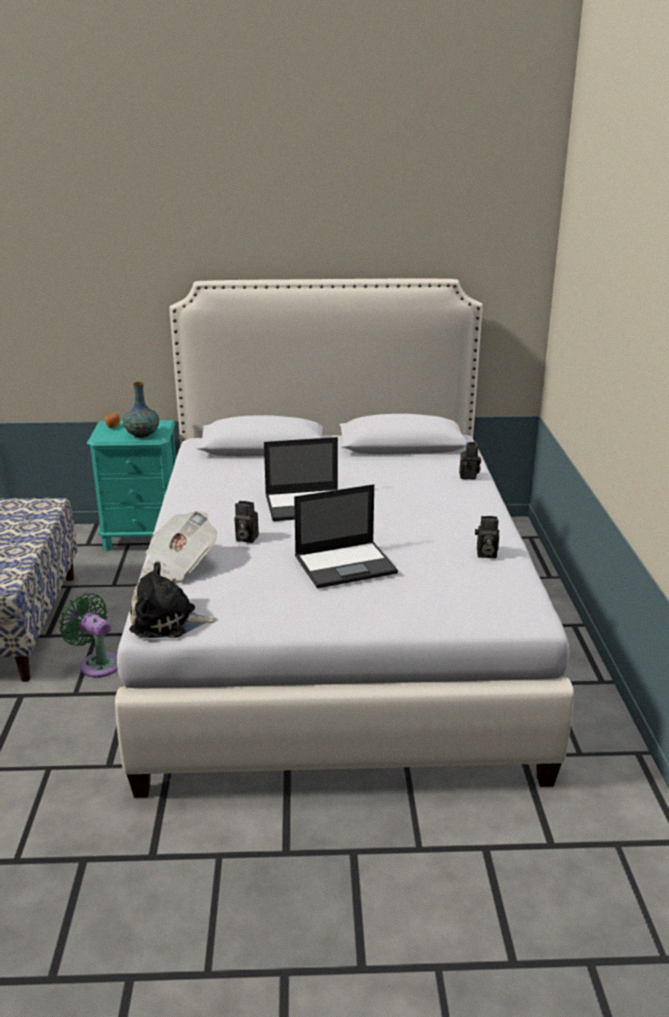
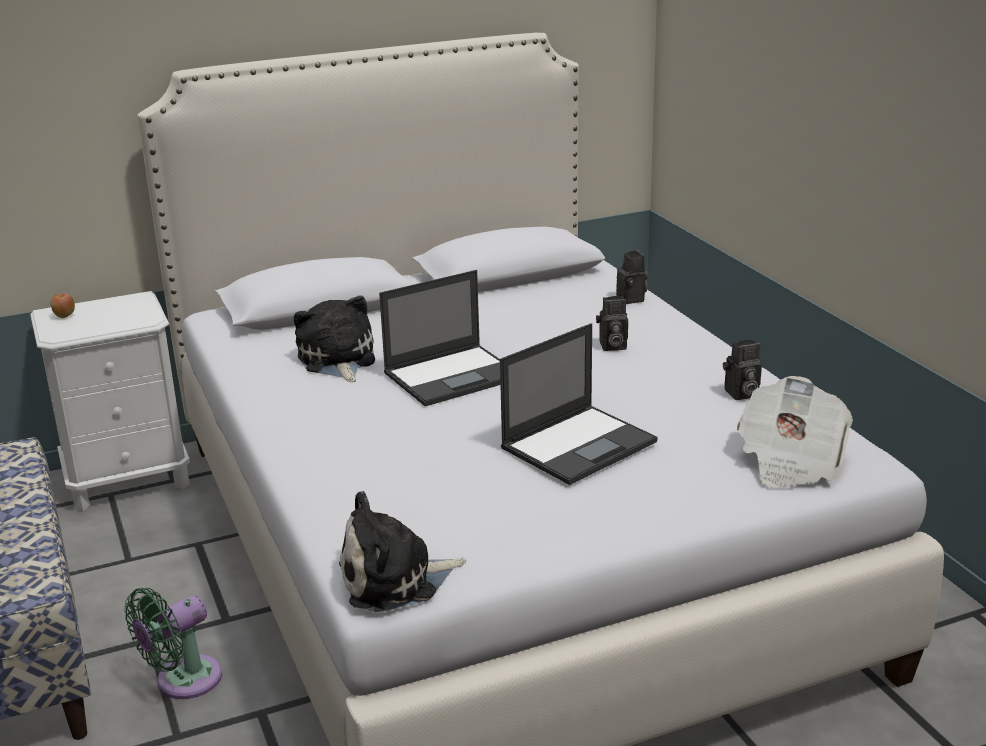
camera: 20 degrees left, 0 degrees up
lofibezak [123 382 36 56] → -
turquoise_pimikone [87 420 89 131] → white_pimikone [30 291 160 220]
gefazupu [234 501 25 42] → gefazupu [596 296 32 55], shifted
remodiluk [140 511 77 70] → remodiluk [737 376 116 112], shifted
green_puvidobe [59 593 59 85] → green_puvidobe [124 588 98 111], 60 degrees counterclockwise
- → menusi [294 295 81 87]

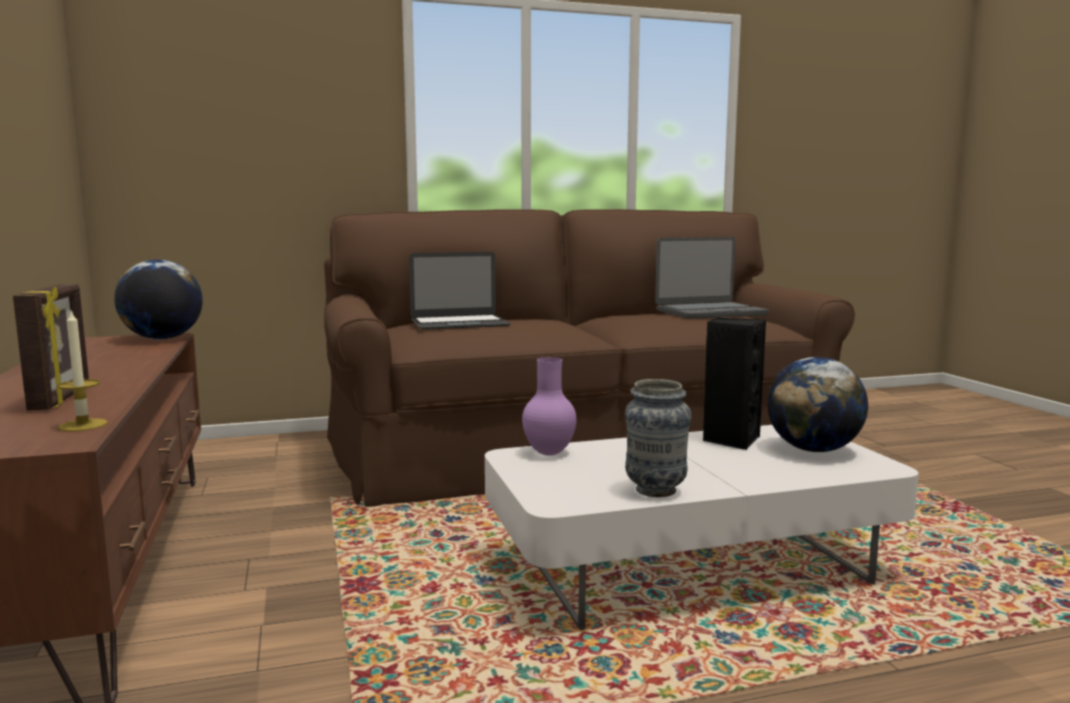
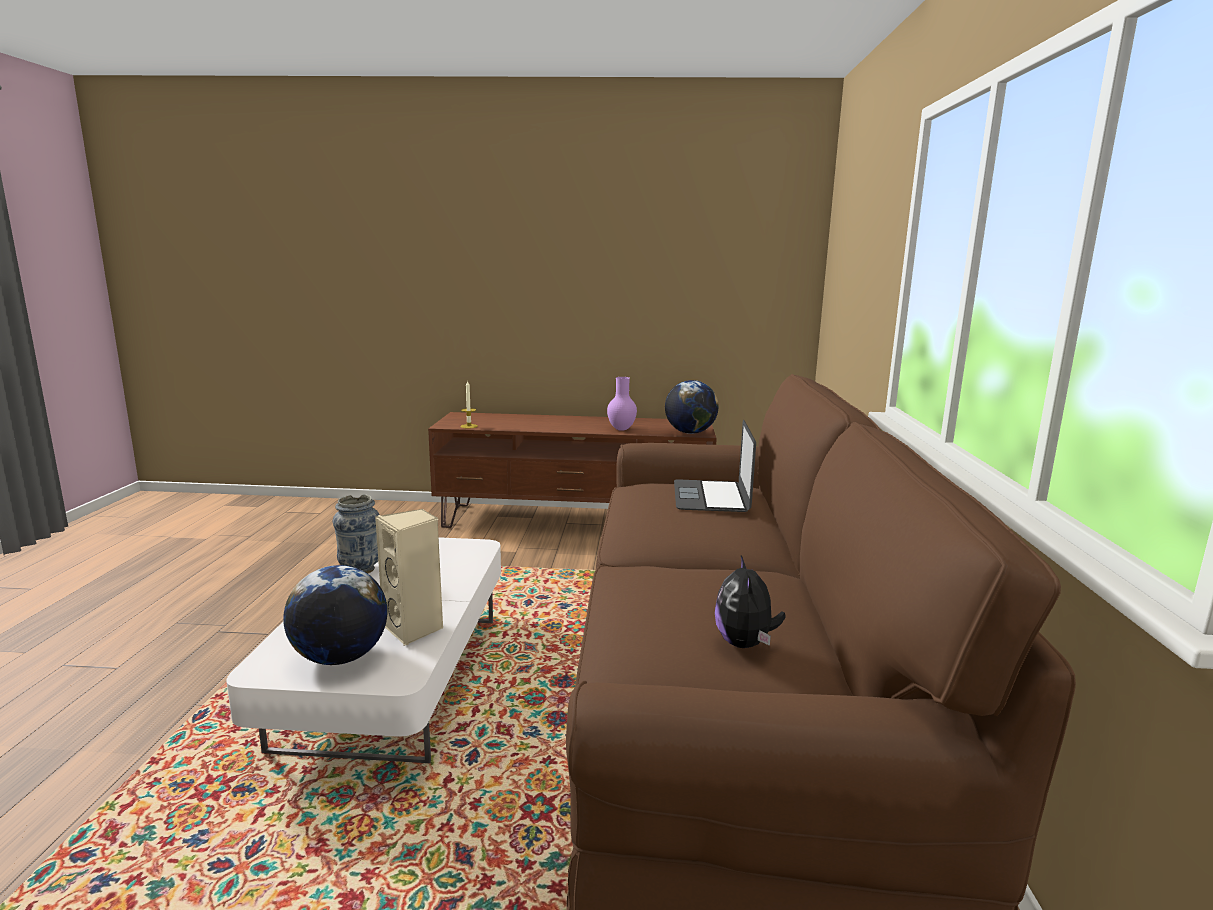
camera: 110 degrees right, 5 degrees up
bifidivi [655 237 114 82] → menusi [715 556 71 92]
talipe [13 284 76 127] → -
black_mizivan [703 318 63 132] → beige_mizivan [375 509 69 137]
purple_lofibezak [522 357 55 99] → purple_lofibezak [607 377 30 54], shifted

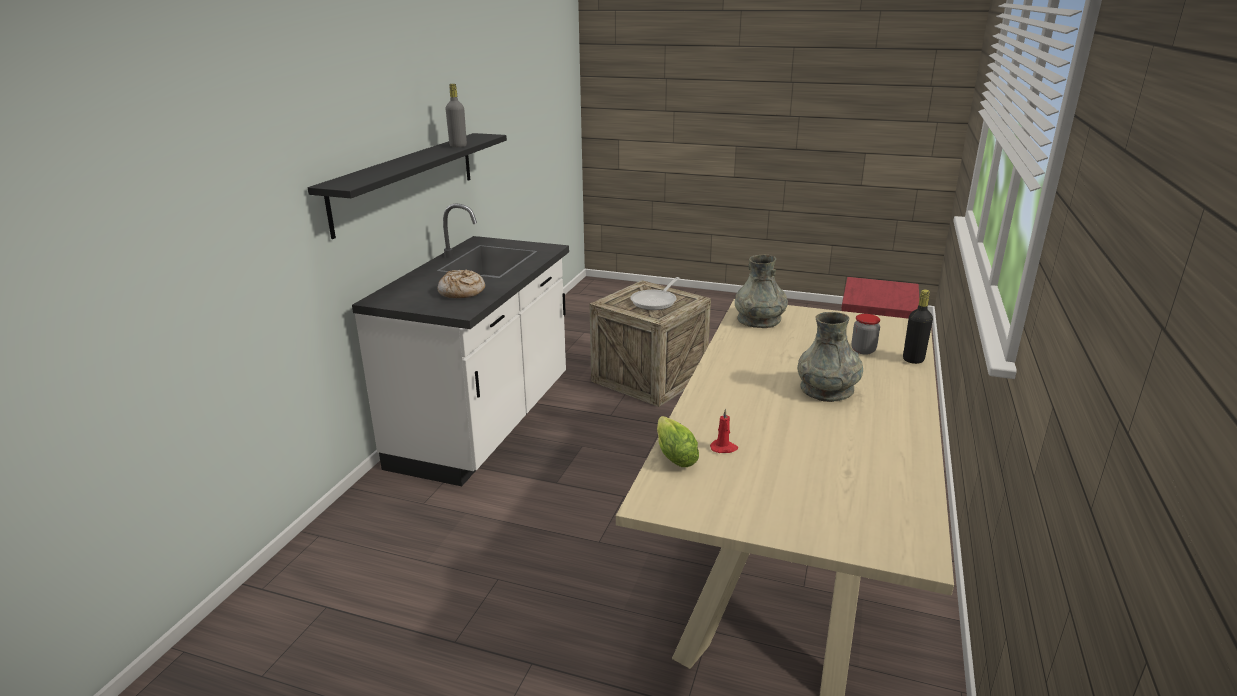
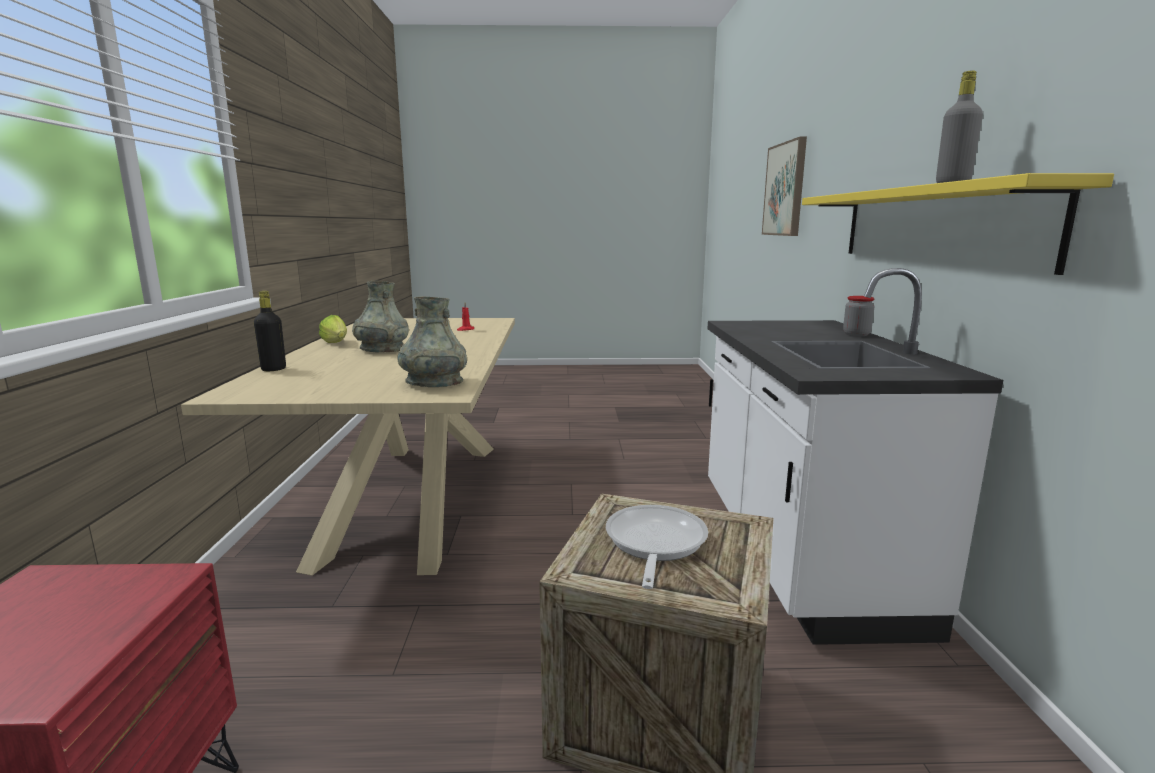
camera: 160 degrees right, 10 degrees down
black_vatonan [308 133 199 106] → yellow_vatonan [802 173 312 102]
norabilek [437 269 48 29] → -
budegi [851 314 29 40] → budegi [843 296 32 40], shifted
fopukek [657 416 42 51] → fopukek [319 315 28 28], shifted
- → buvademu [762 137 45 99]

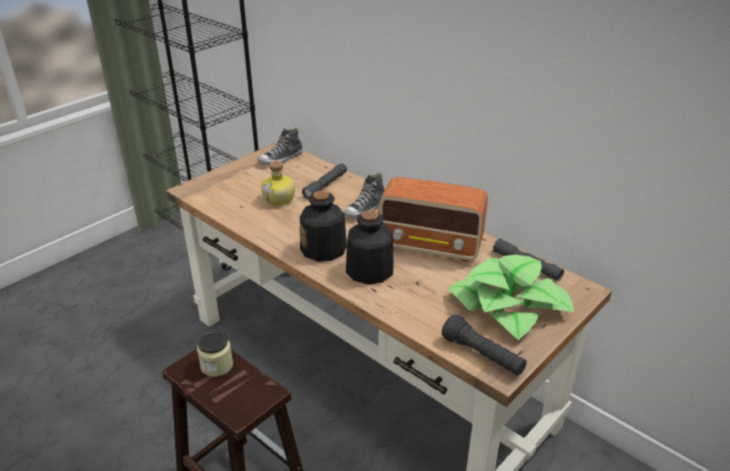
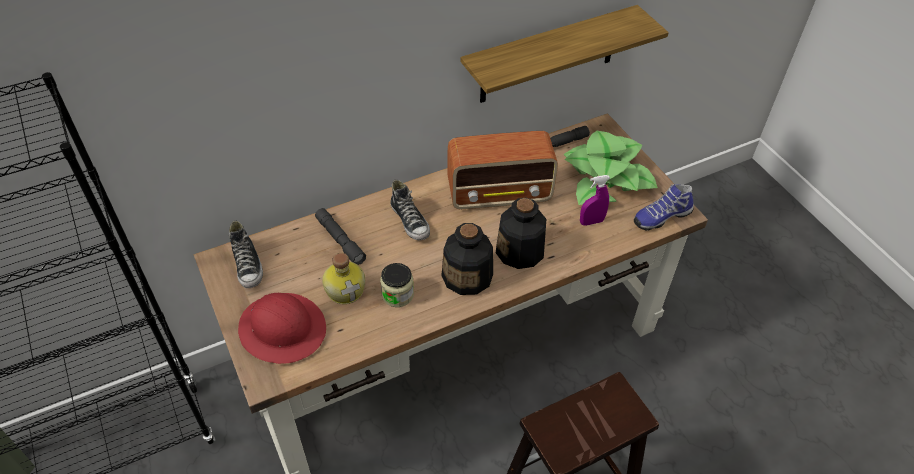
camera: 70 degrees left, 15 degrees up
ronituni [379 177 109 85] → ronituni [448 131 110 78], 45 degrees clockwise
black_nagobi [442 314 85 62] → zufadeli [634 184 60 47]
budegi [197 331 36 46] → budegi [380 263 34 44], shifted
- → vatonan [460 5 209 98]
- → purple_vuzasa [580 175 30 51]
- → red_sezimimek [238 293 88 71]

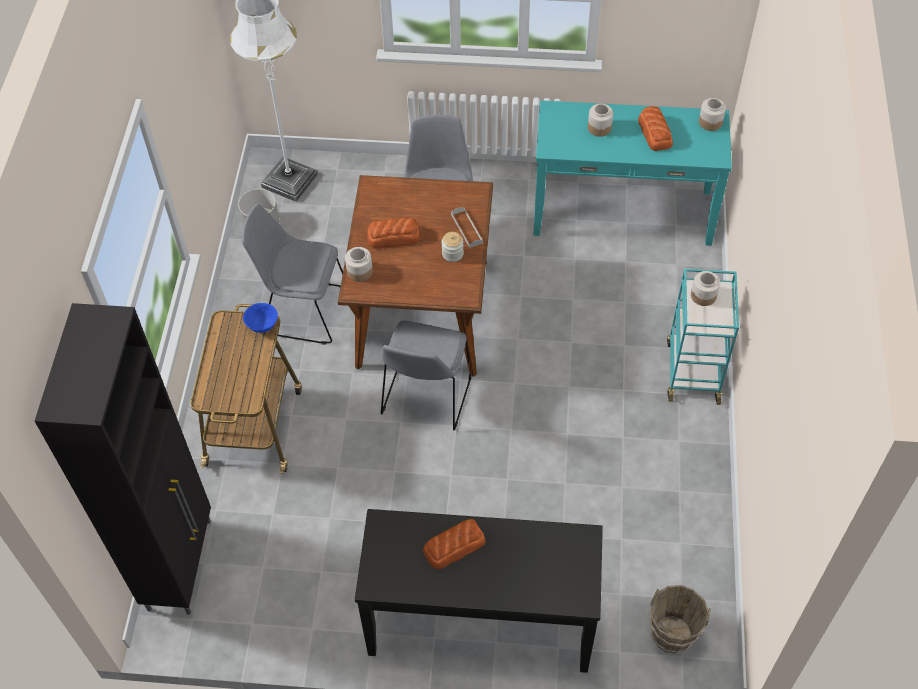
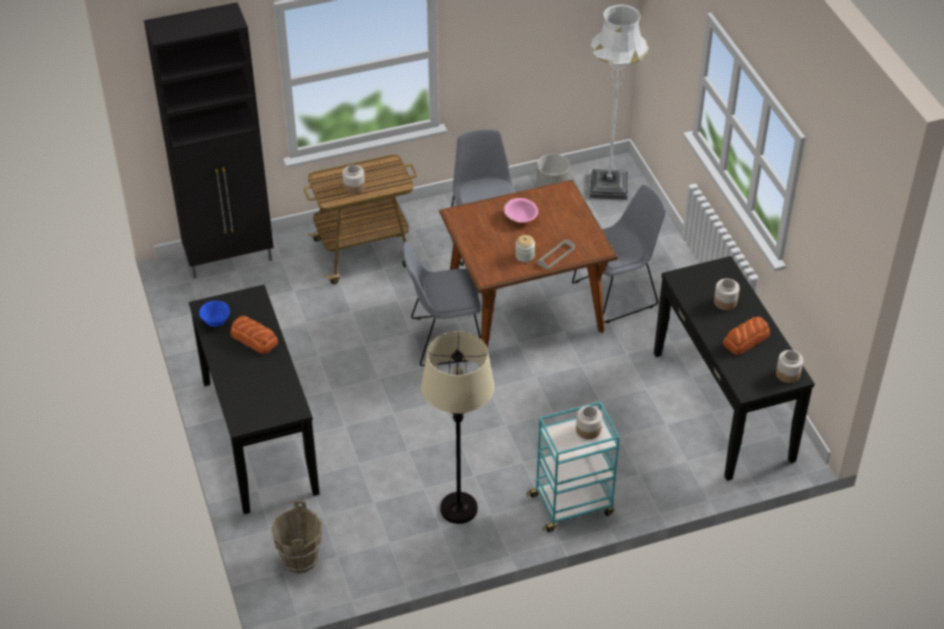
camera: 65 degrees right, 10 degrees down
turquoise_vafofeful [533 100 199 146] → black_vafofeful [654 256 161 225]
norabilek [367 217 53 32] → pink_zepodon [504 198 34 25]
budegi [345 247 28 35] → budegi [342 165 23 29], shifted
blue_zepodon [243 303 35 30] → blue_zepodon [199 301 31 26], shifted
- → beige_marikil [421 331 73 193]

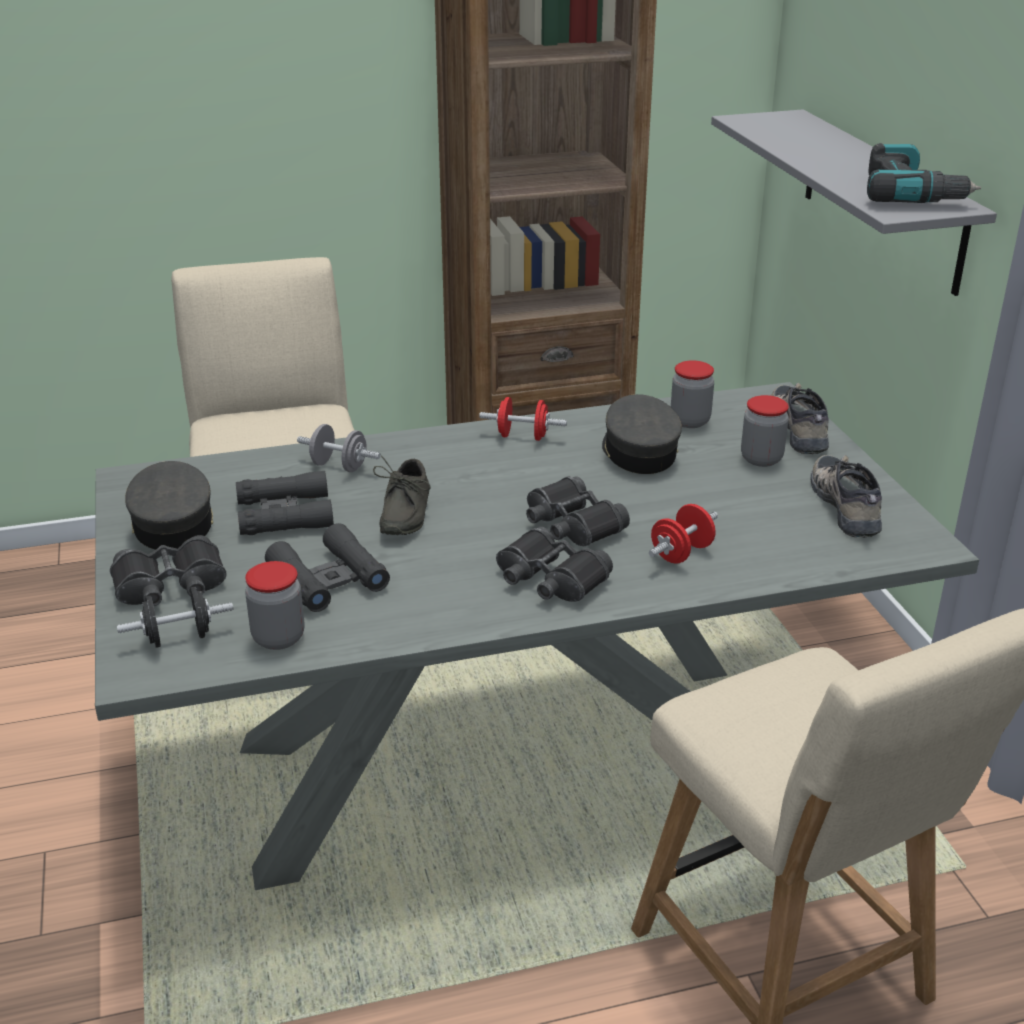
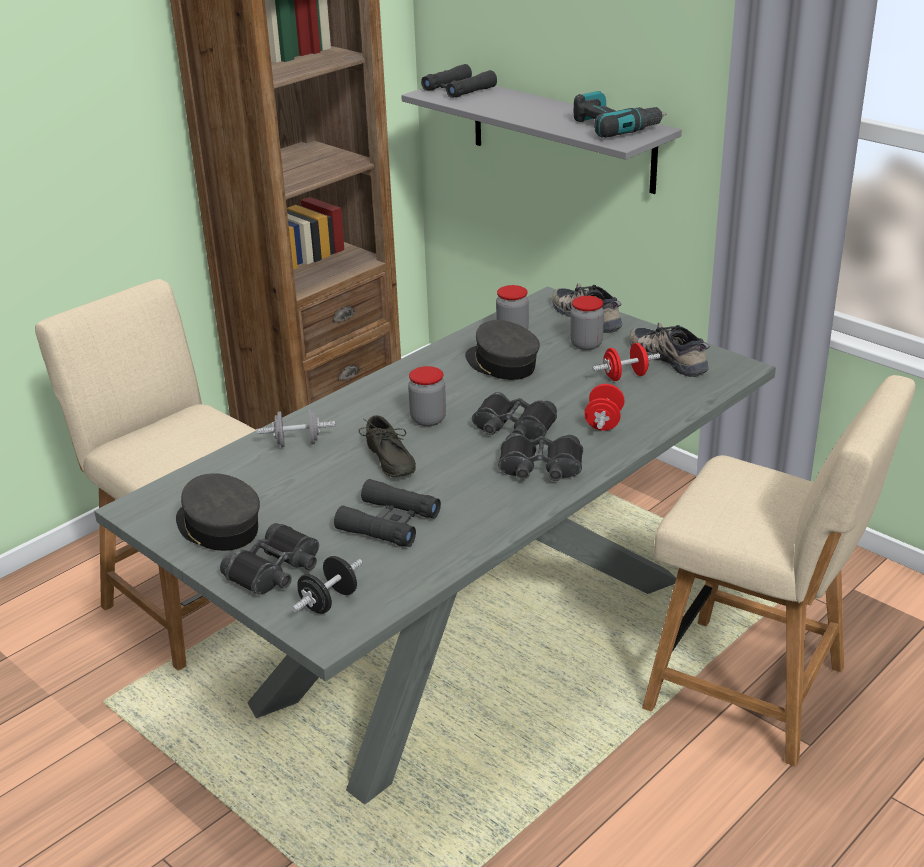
camera: 30 degrees left, 0 degrees up
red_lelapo [479 397 88 44] → red_lelapo [592 343 68 38], shifted
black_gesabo [236 471 98 64] → black_gesabo [421 64 76 34], shifted
budegi [245 561 59 89] → budegi [408 366 38 60], shifted

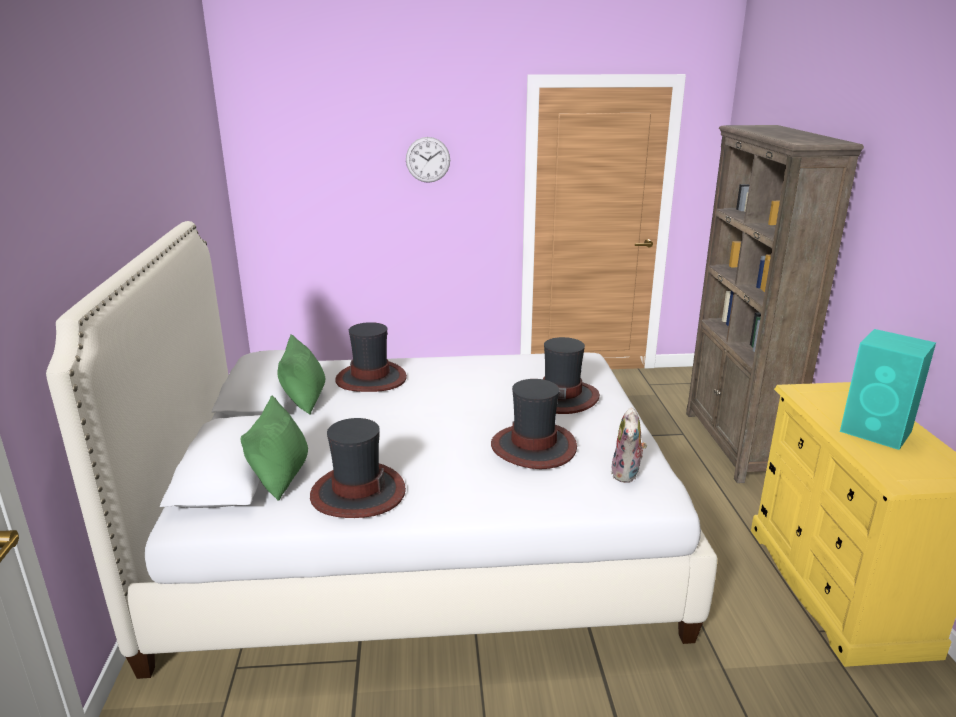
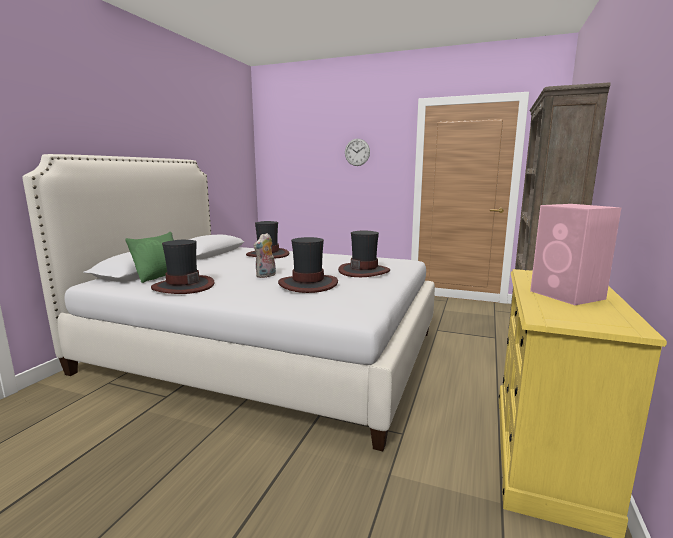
camera: 25 degrees right, 10 degrees down
turquoise_mizivan [840 329 96 121] → pink_mizivan [530 204 91 101]
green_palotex [277 335 48 80] → -
menusi [611 407 36 76] → menusi [253 233 23 45], shifted

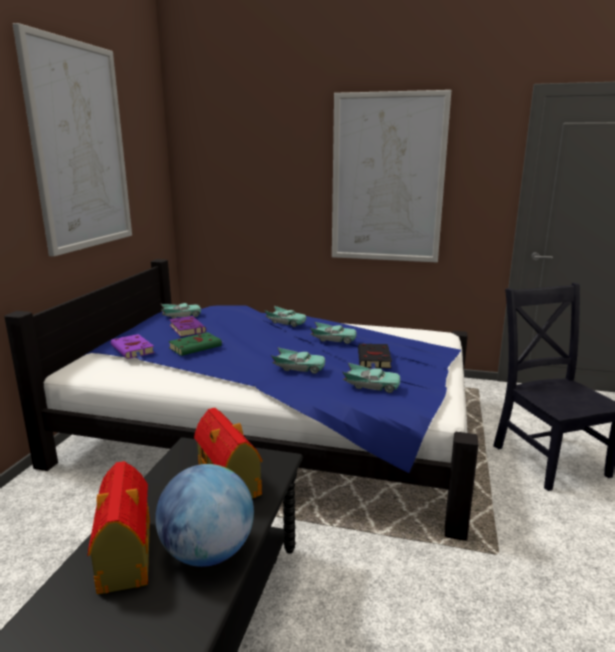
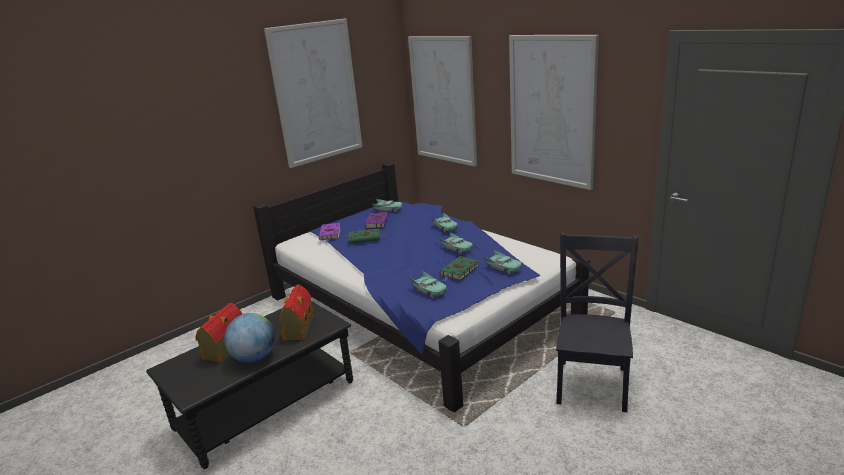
camera: 35 degrees right, 5 degrees up
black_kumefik [358 343 34 26] → green_kumefik [440 256 39 25]
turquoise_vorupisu [271 347 54 27] → turquoise_vorupisu [484 250 38 24], shifted
- → buvademu [408 36 69 131]

